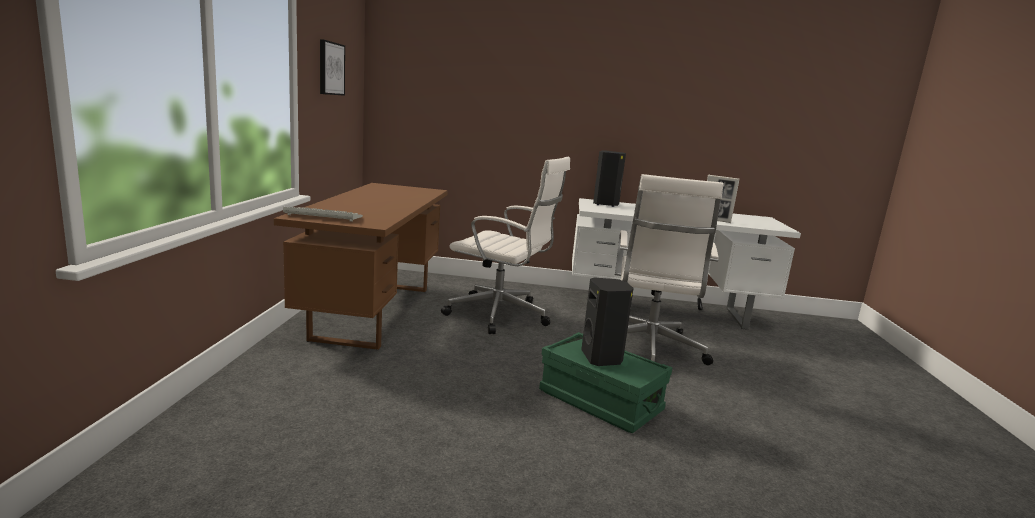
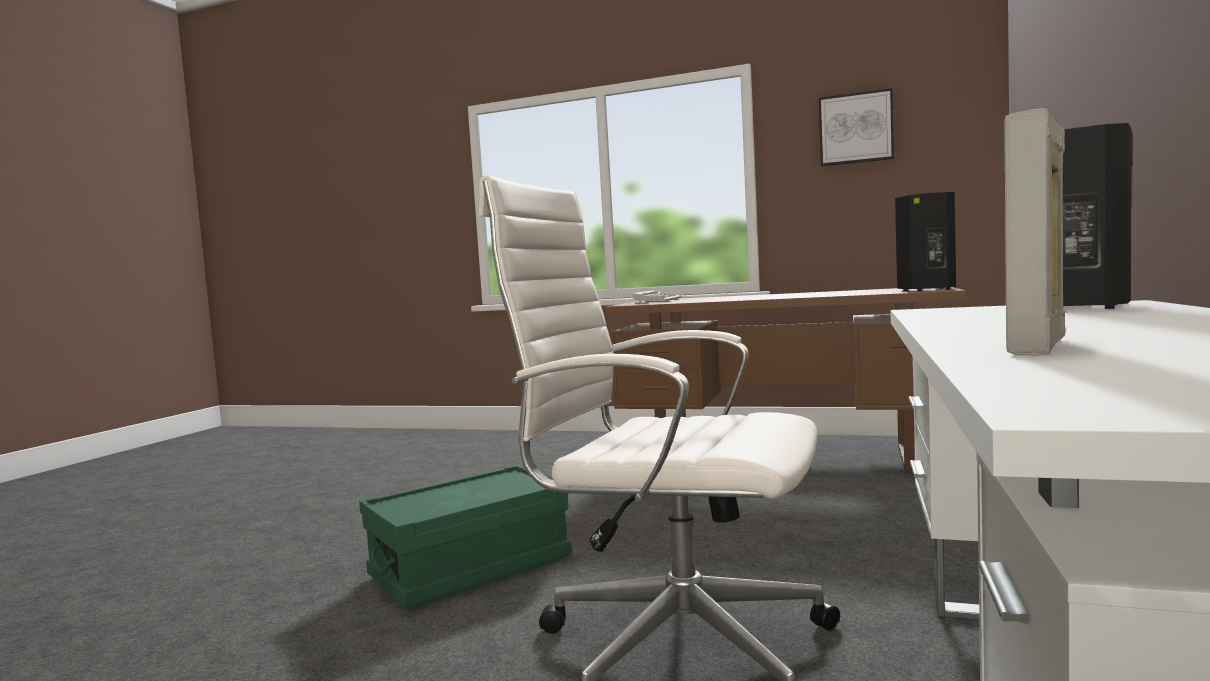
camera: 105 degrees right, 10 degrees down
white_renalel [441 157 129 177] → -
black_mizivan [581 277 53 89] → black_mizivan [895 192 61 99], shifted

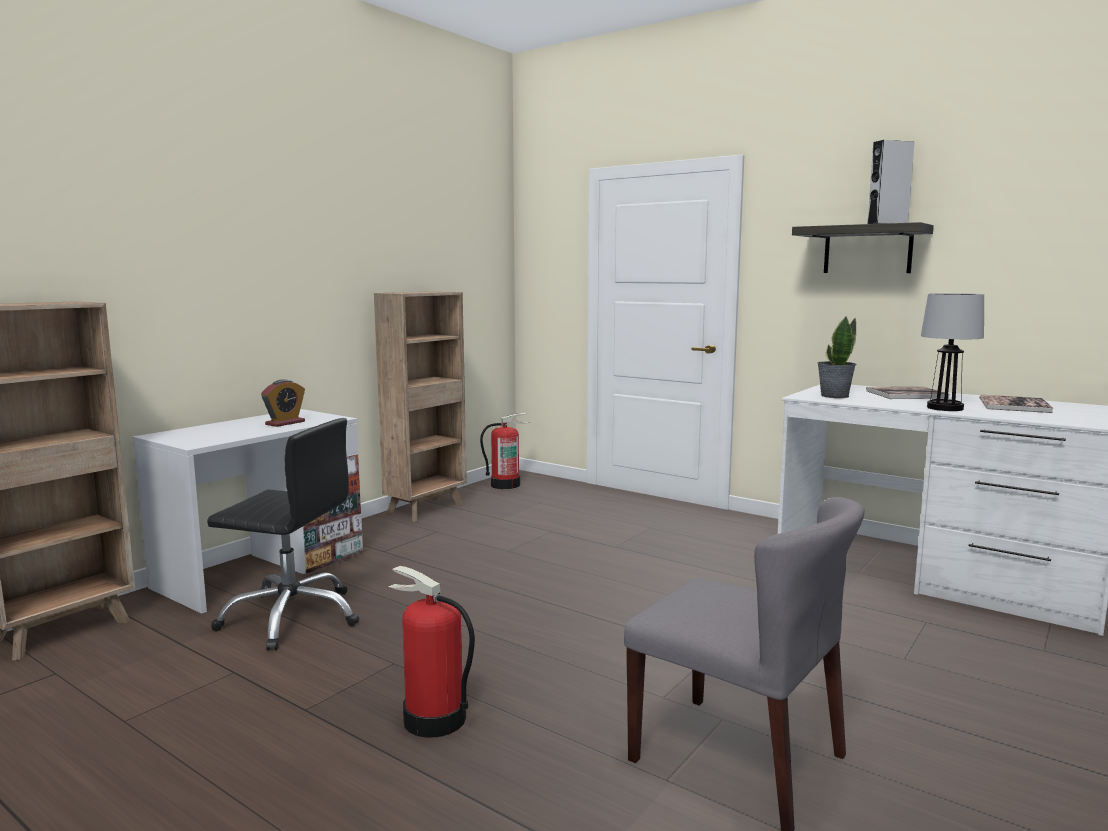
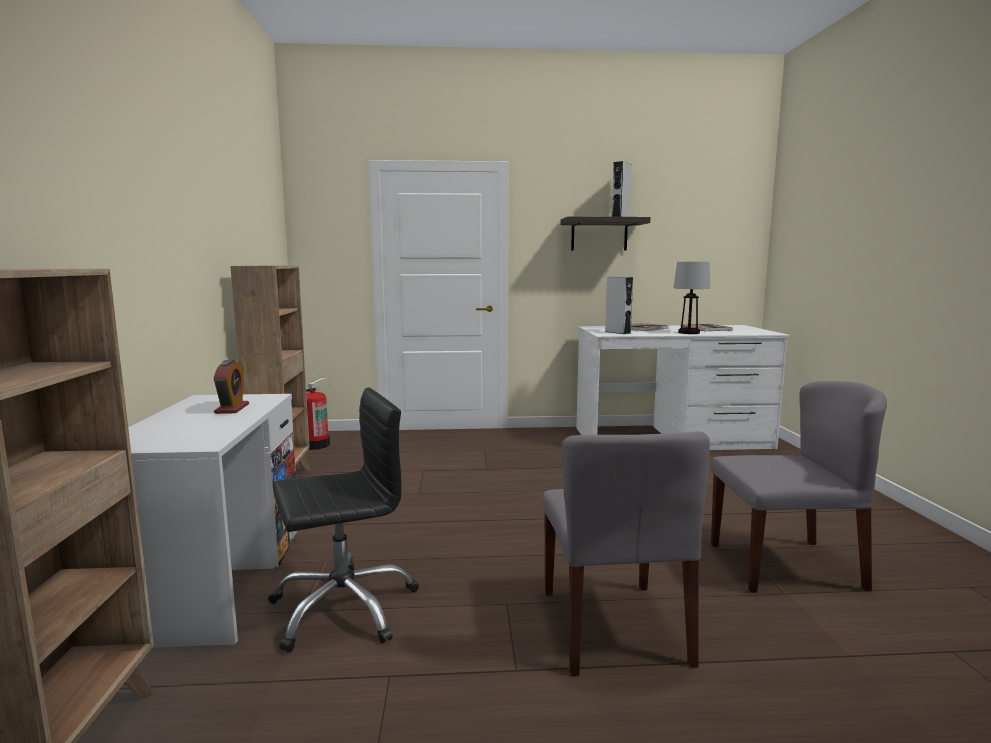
camera: 40 degrees left, 0 degrees up
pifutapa [818 316 38 82] → grey_mizivan [605 277 28 57]
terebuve [388 566 87 172] → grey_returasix [542 431 168 245]

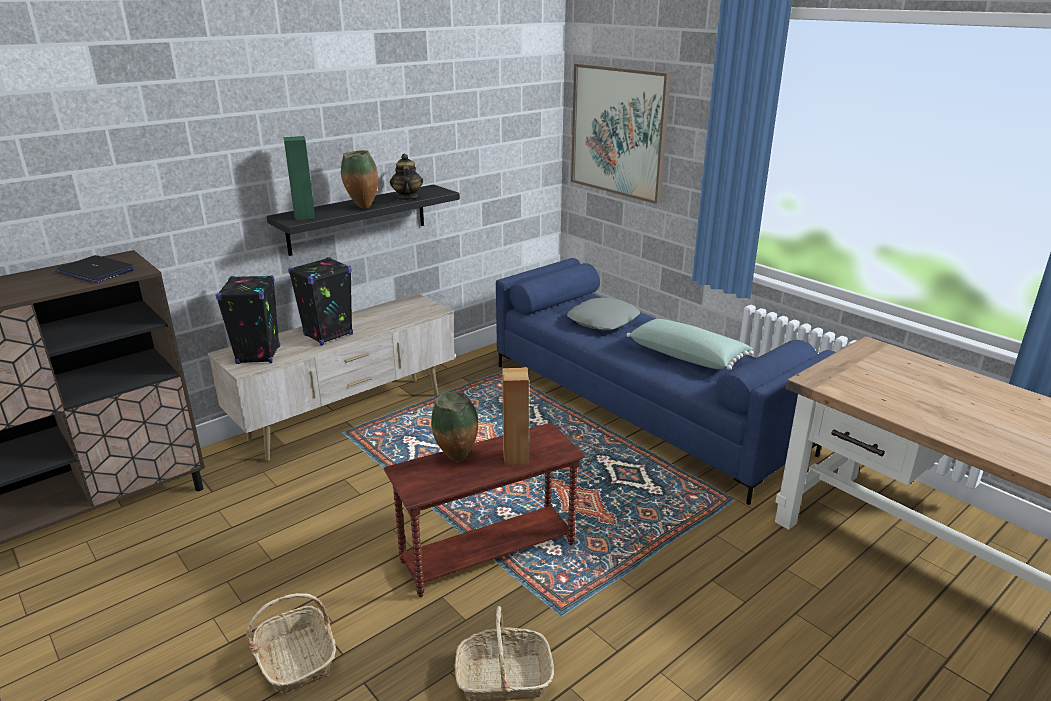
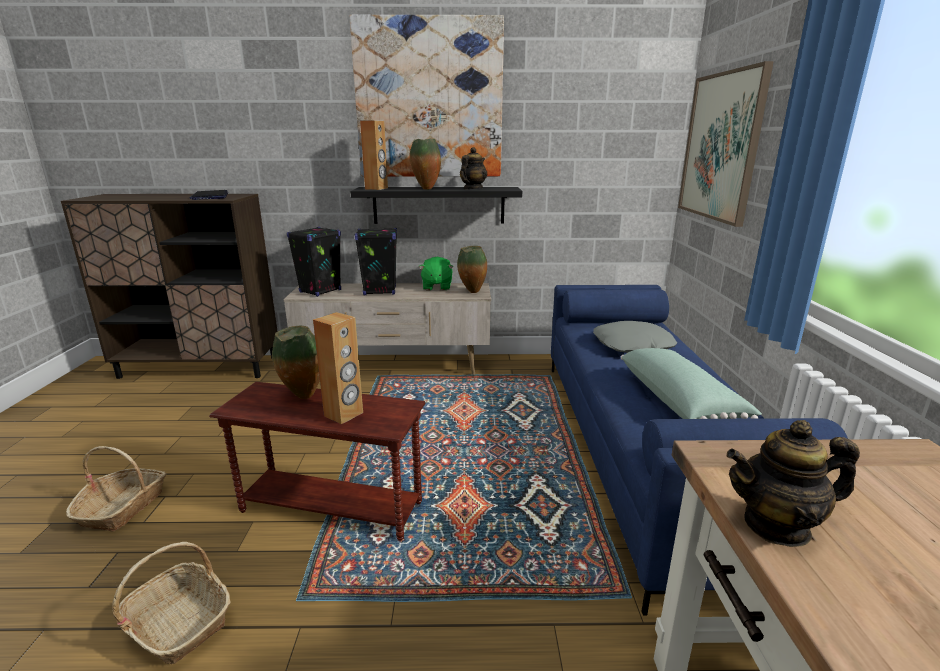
camera: 40 degrees right, 5 degrees down
green_mizivan [284 136 31 84] → brown_mizivan [360 120 28 70]
- → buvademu [350 15 154 161]
- → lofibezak [457 246 30 47]
- → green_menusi [419 257 34 33]
- → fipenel [727 420 133 127]

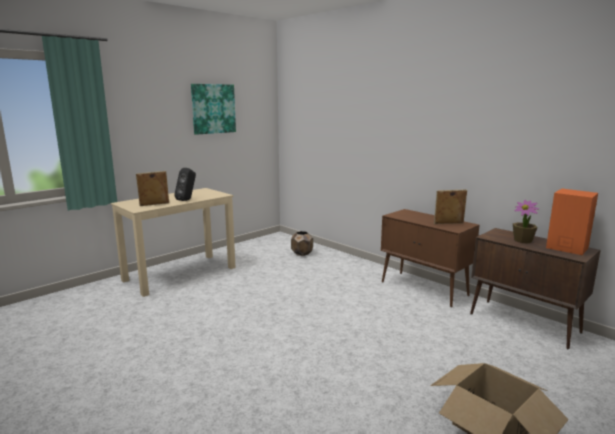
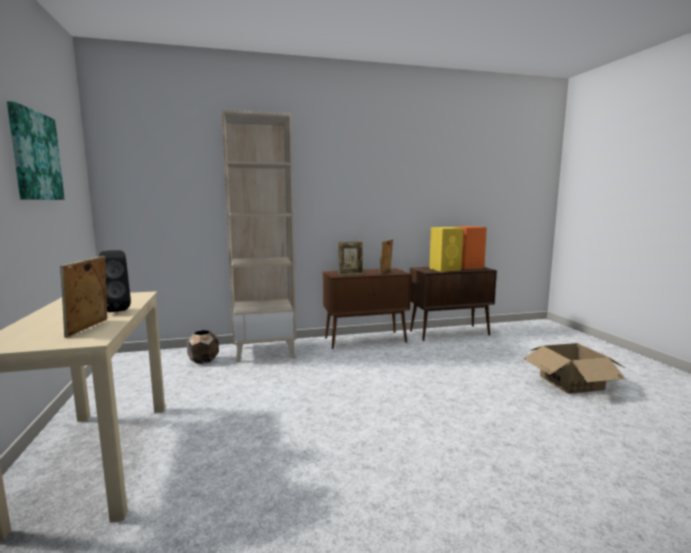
camera: 60 degrees left, 5 degrees down
pifutapa [513 200 26 43] → yellow_mizivan [429 227 34 45]
- → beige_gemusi [221 110 75 252]
- → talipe [338 241 26 35]

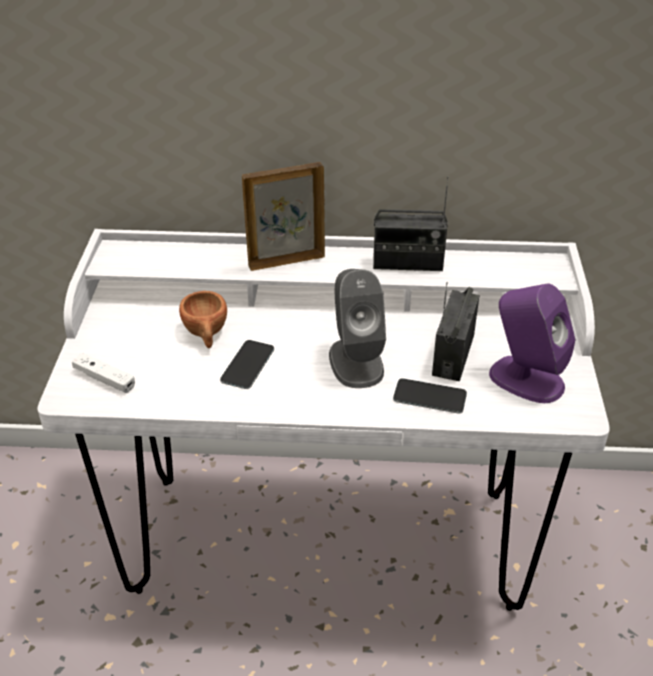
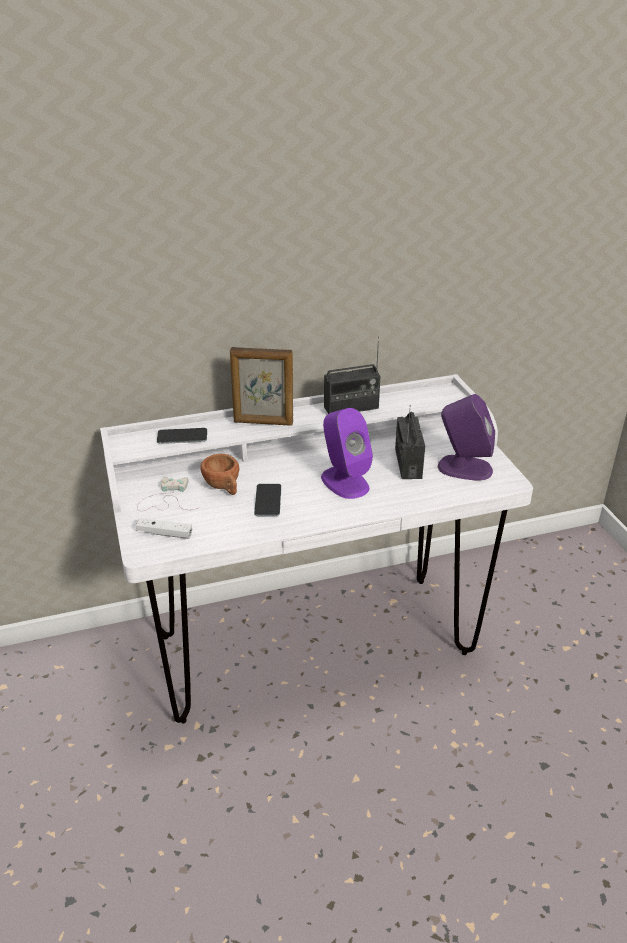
camera: 20 degrees left, 5 degrees down
talipe [242 162 83 109] → talipe [230 347 63 79], 135 degrees counterclockwise
grey_mizivan [329 269 57 119] → purple_mizivan [321 408 52 91]
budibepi [393 378 74 36] → budibepi [157 428 50 16], shifted
- → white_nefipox [137 477 63 34]

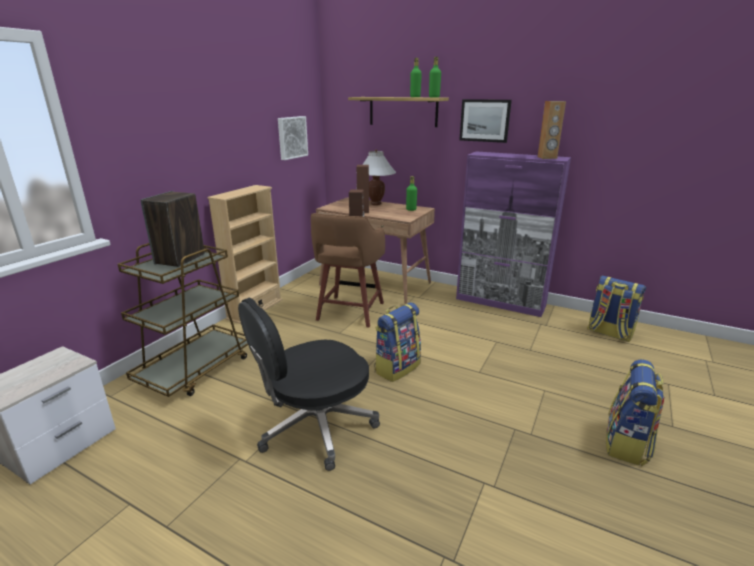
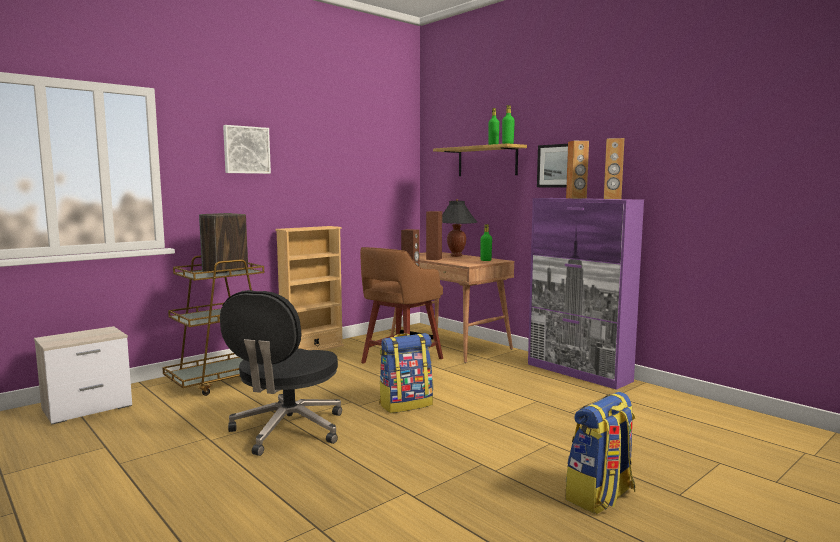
camera: 20 degrees right, 15 degrees down
buvademu [278 116 30 44] → buvademu [223 125 48 49], shifted
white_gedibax [356 150 40 55] → black_gedibax [442 199 35 58]
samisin [587 276 59 66] → -
black_renalel [238 298 142 173] → black_renalel [220 290 122 166], 60 degrees counterclockwise
- → brown_mizivan [566 141 23 58]

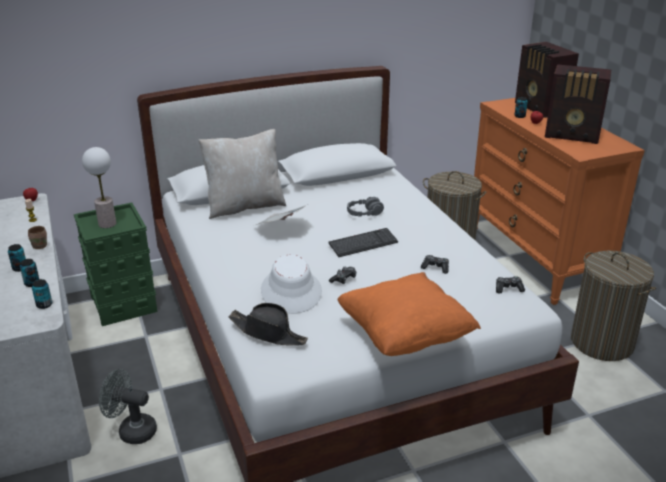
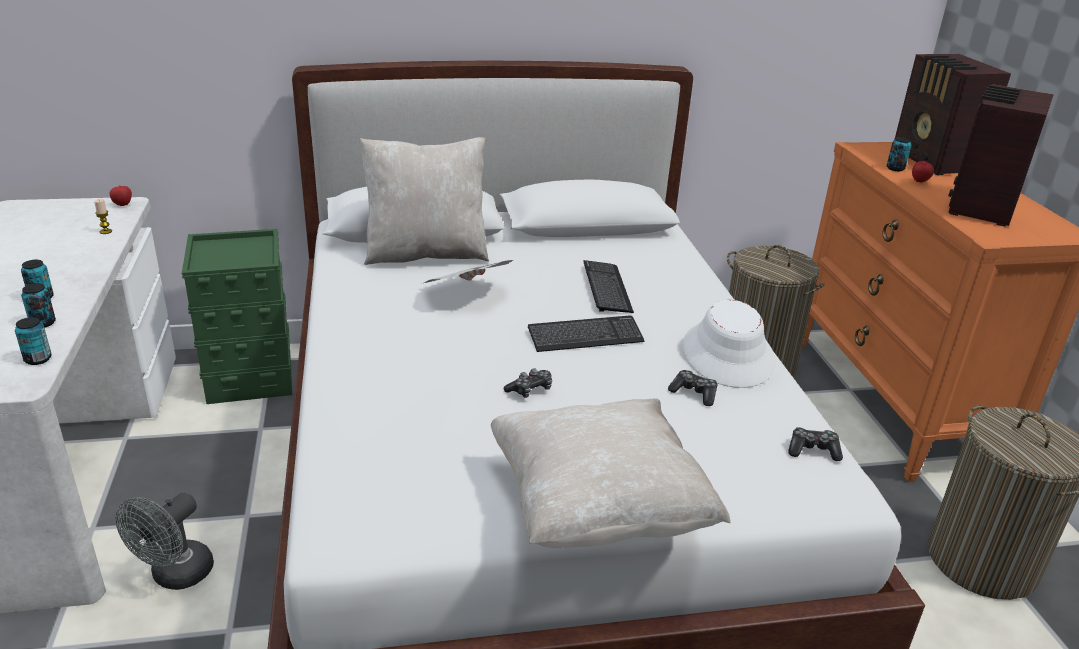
camera: 10 degrees right, 0 degrees up
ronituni [545 64 66 80] → ronituni [948 84 106 143], 90 degrees clockwise
gedibax [82 147 34 81] → -
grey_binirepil [347 197 37 19] → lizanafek [584 260 50 53]
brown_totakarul [28 226 19 23] → -
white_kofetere [261 255 61 59] → white_kofetere [682 300 94 88], shifted
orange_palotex [337 272 144 84] → beige_palotex [491 398 240 150]
black_kofetere [229 303 79 43] → -
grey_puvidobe [99 369 58 75] → grey_puvidobe [116 492 98 98], 90 degrees counterclockwise

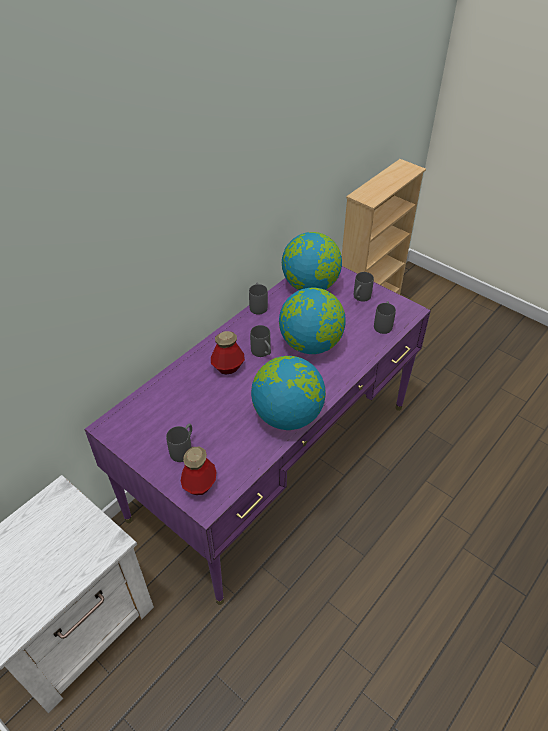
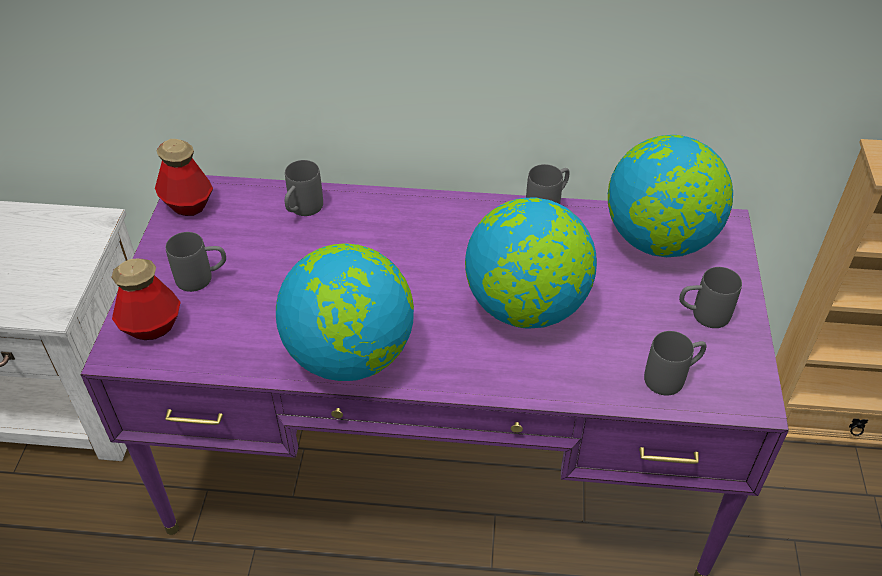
camera: 55 degrees right, 0 degrees up
grey_totakarul [250 325 21 32] → grey_totakarul [285 160 38 56], shifted
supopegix [211 331 34 43] → supopegix [155 139 58 77], shifted

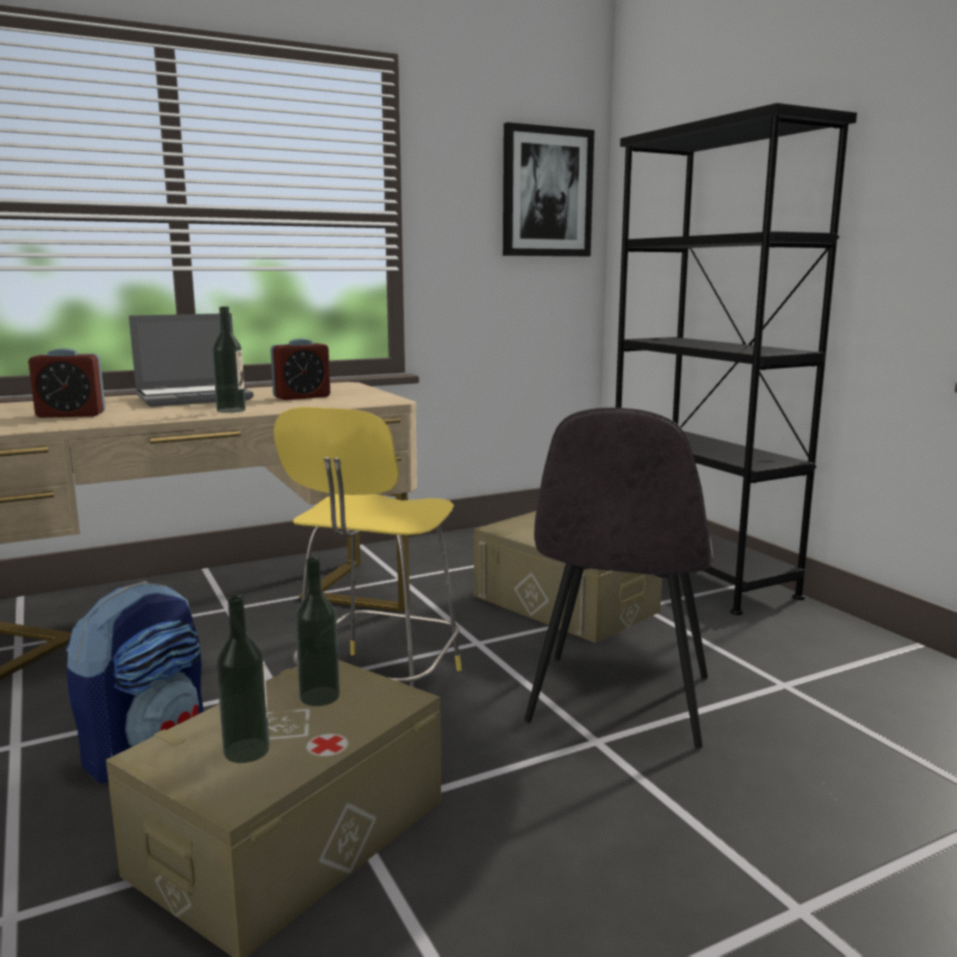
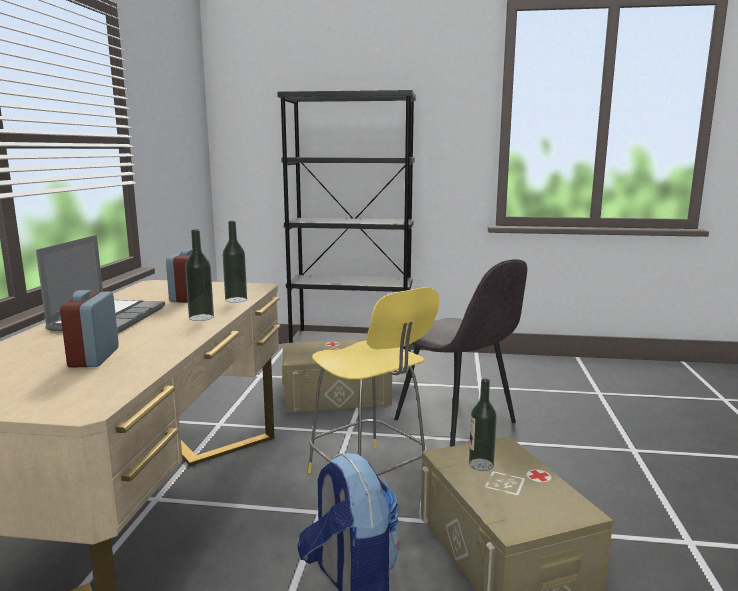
camera: 55 degrees left, 0 degrees up
buvademu [503 122 92 134] → -
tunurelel [28 348 77 70] → tunurelel [60 290 59 78], 150 degrees clockwise
supopegix [216 595 54 168] → supopegix [223 221 24 82], shifted

